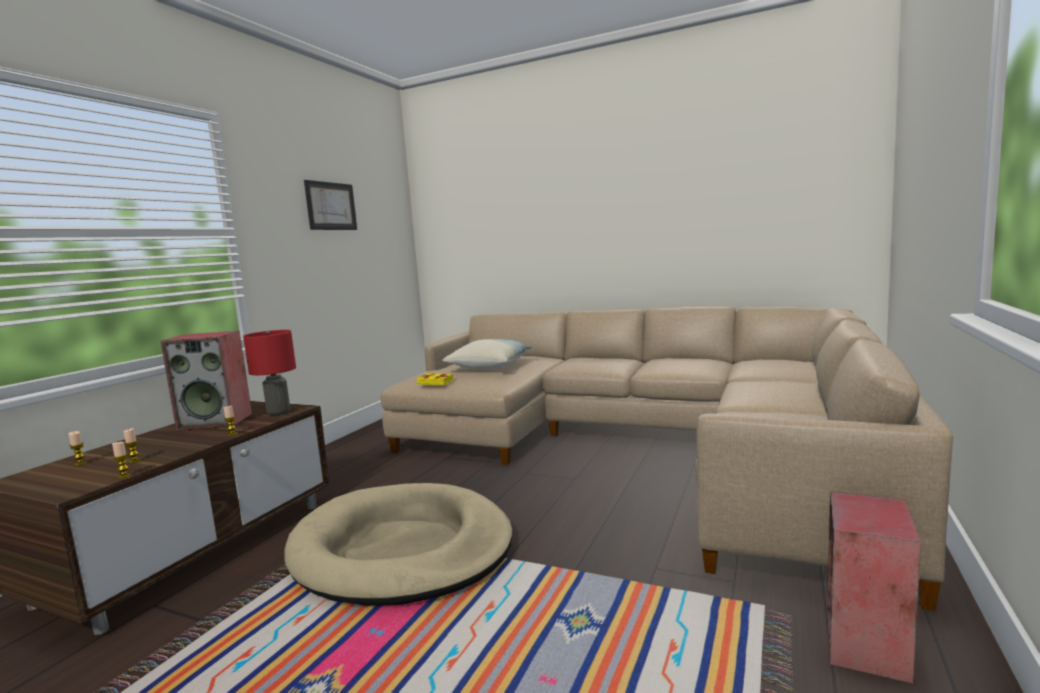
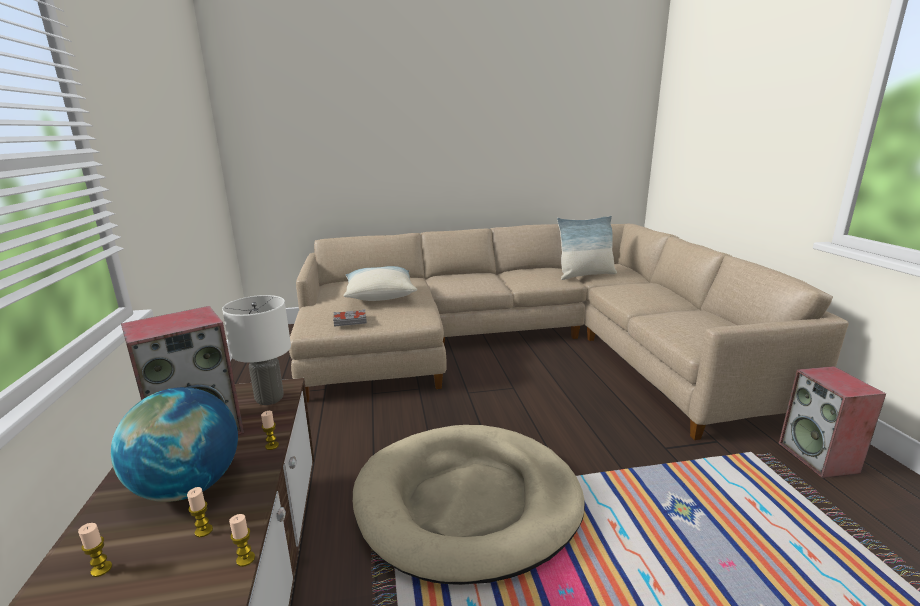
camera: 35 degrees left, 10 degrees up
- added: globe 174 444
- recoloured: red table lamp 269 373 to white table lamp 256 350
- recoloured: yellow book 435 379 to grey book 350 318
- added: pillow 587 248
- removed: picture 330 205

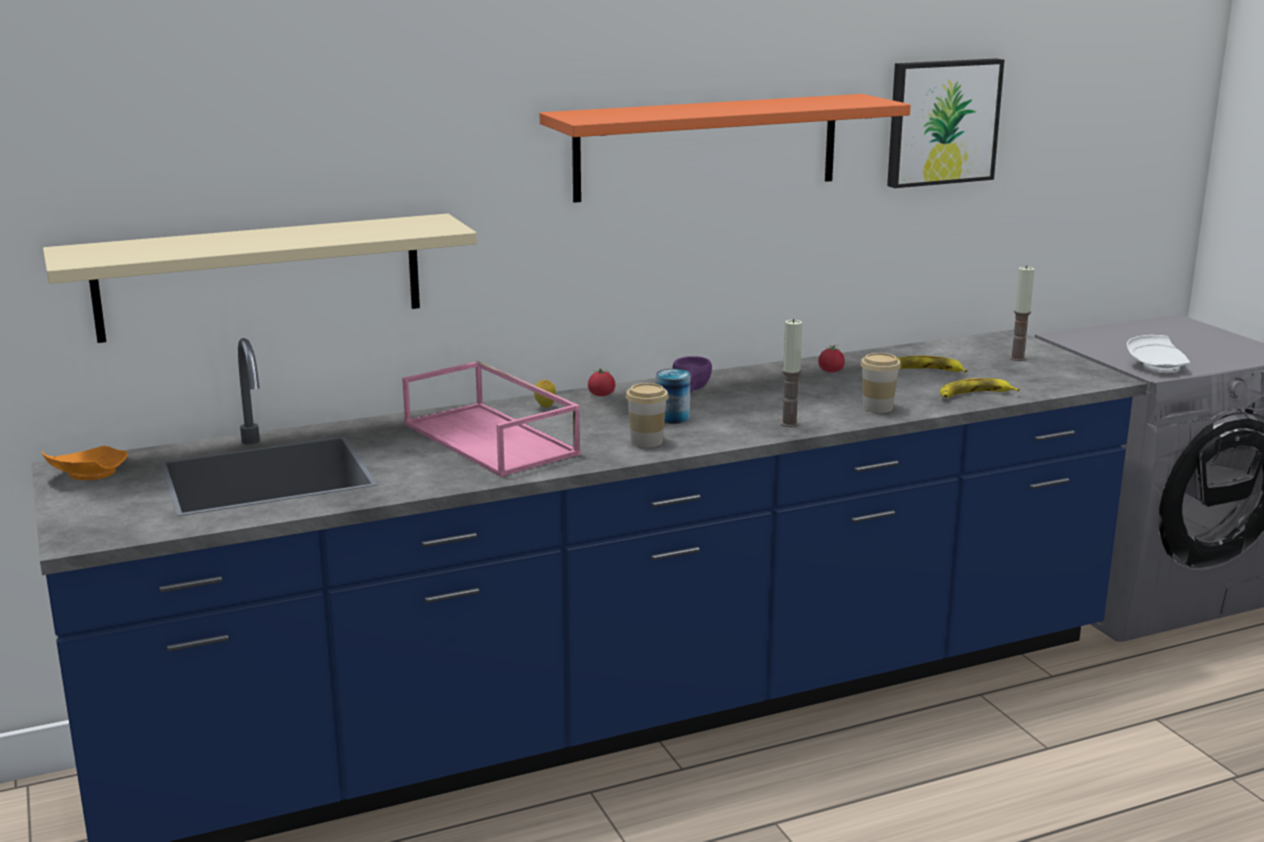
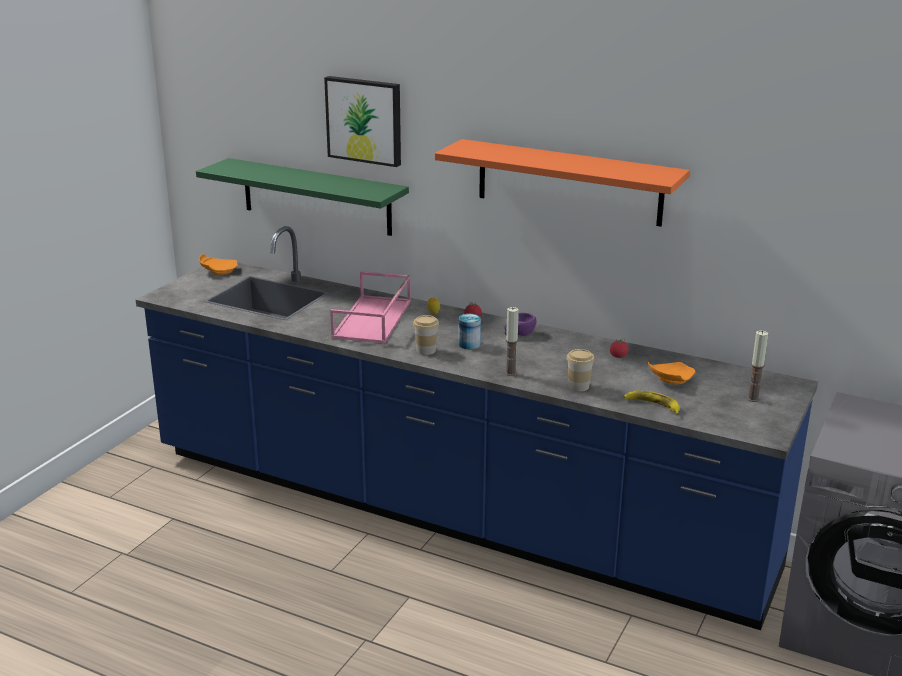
camera: 50 degrees right, 5 degrees up
- recoloured: beige shelf 260 278 to green shelf 302 197
- moved: picture 945 123 to 362 121
- replaced: banana 932 364 to orange plate 671 373
- removed: white plate 1158 354

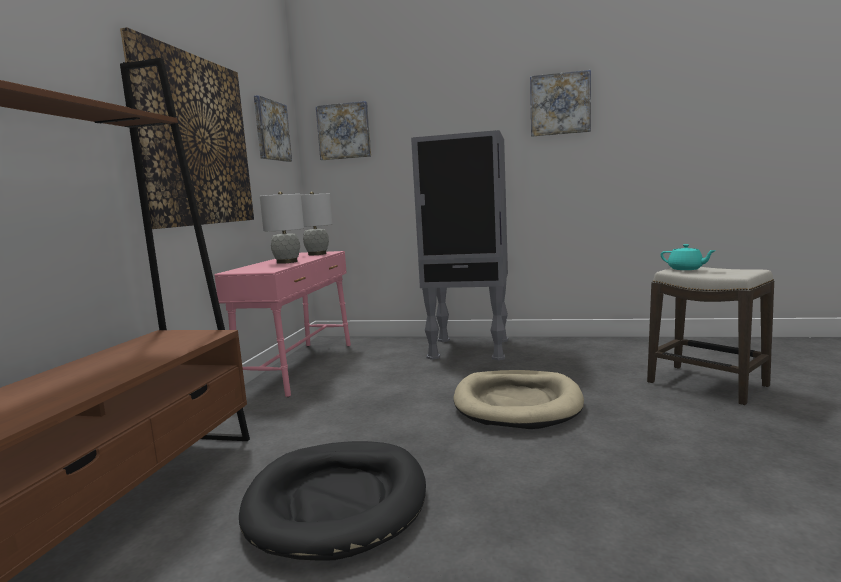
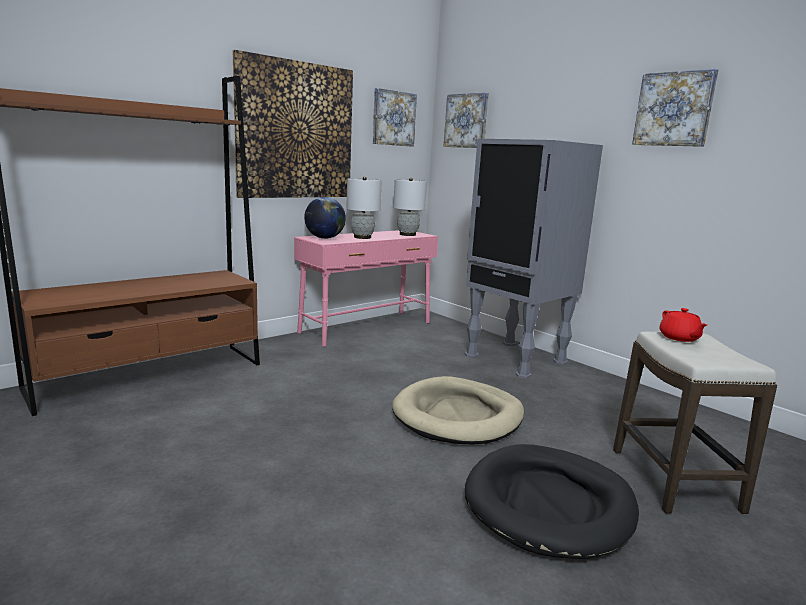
camera: 35 degrees right, 5 degrees up
- added: globe 325 218
- moved: black dog bed 332 501 to 552 501
- recoloured: turquoise teapot 688 257 to red teapot 683 325

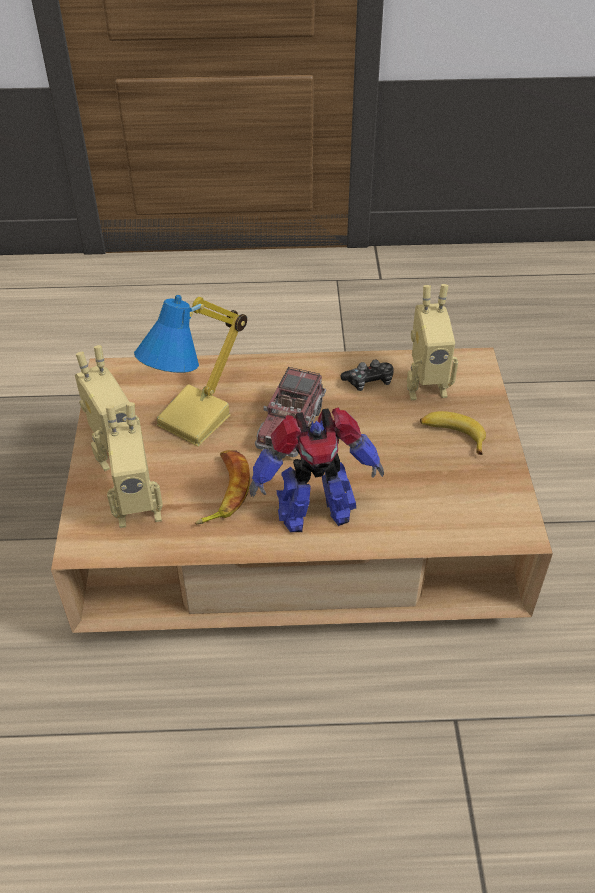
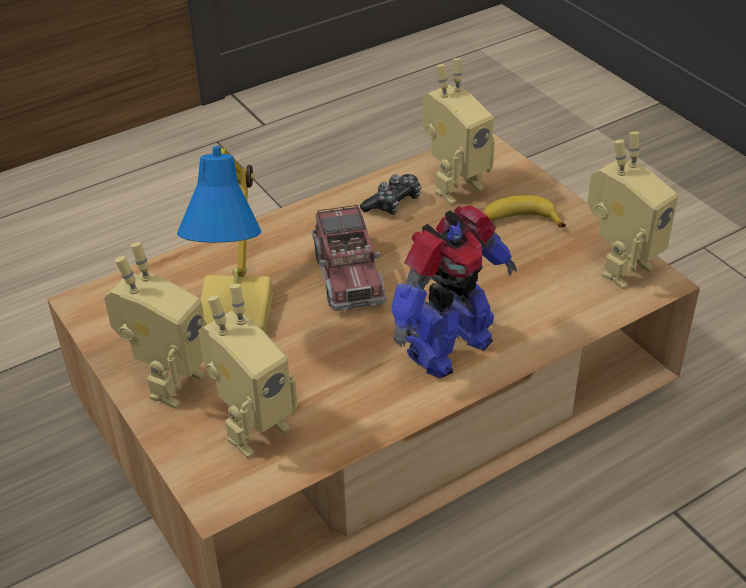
camera: 30 degrees left, 5 degrees down
- added: toy robot 632 210
- removed: banana 222 487

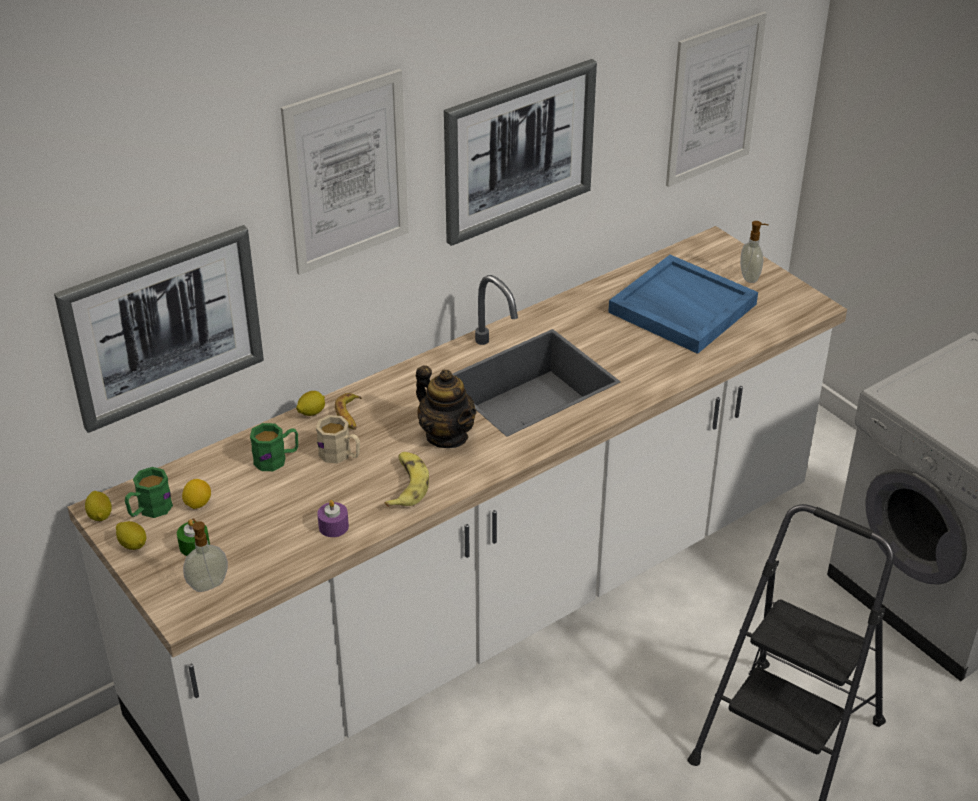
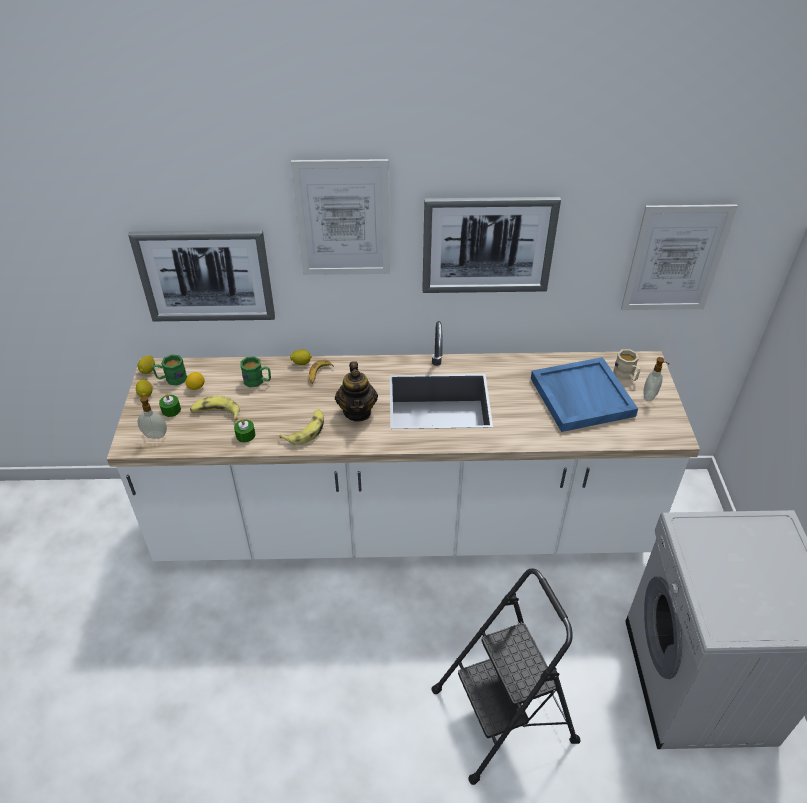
camera: 35 degrees right, 5 degrees up
- added: banana 215 407
- recoloured: purple candle 333 518 to green candle 245 430
- moved: beige mug 338 439 to 626 365

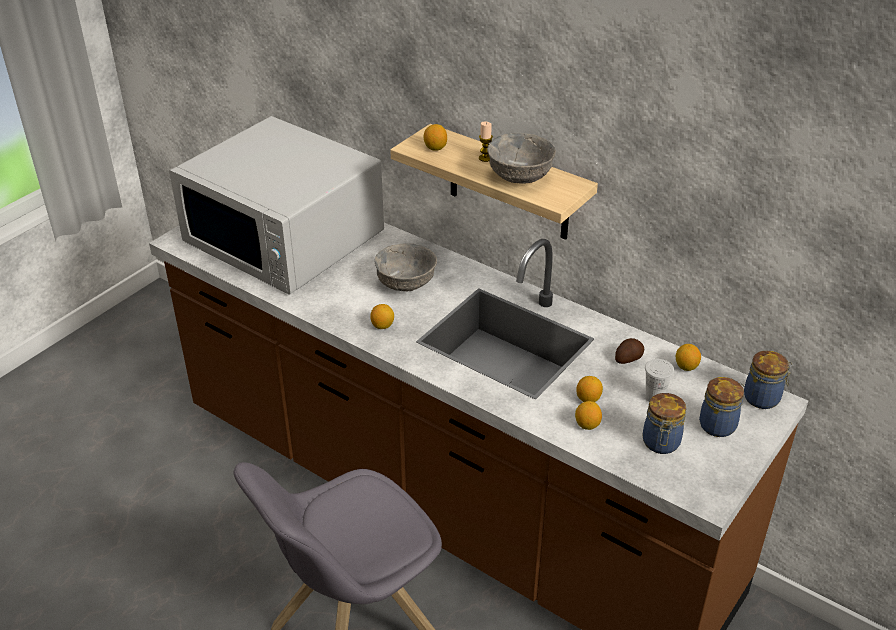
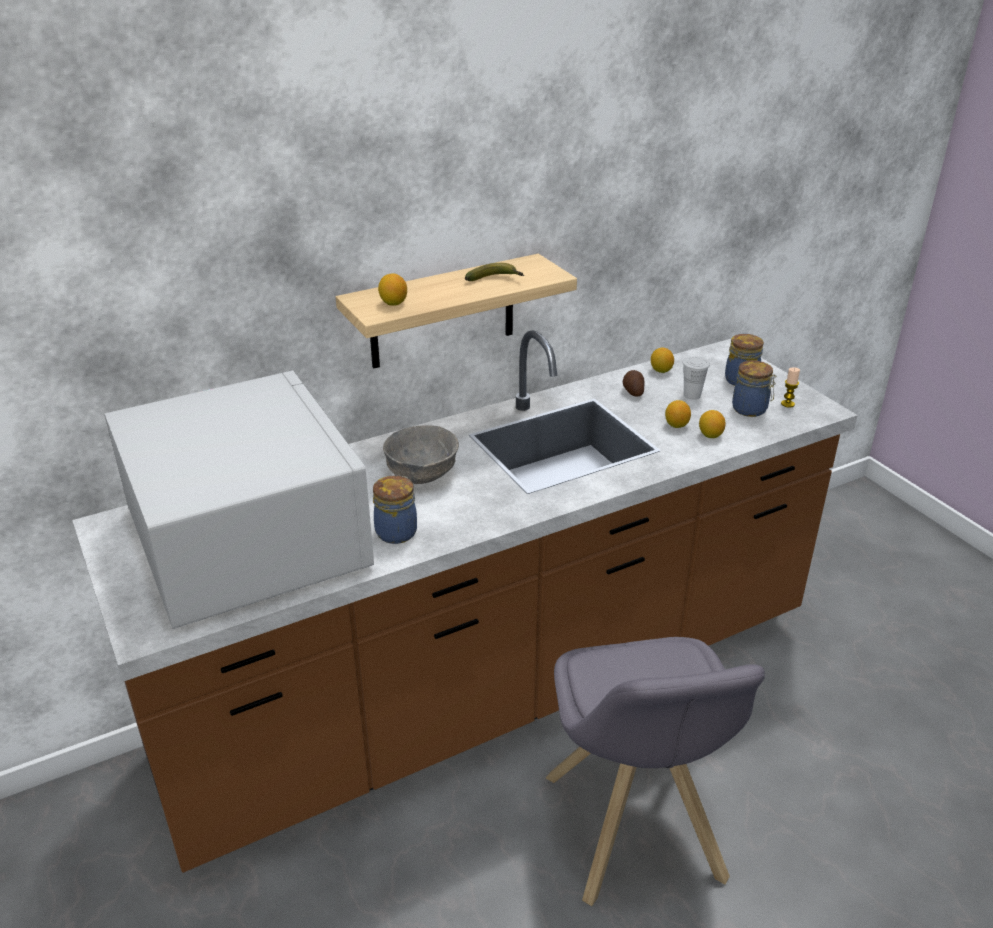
camera: 65 degrees left, 5 degrees down
- turned: white microwave 276 205 = 239 499 90 degrees counterclockwise
- moved: jar 768 380 to 395 510
- replaced: grey bowl 521 158 to banana 494 272
- moved: candle 486 142 to 790 387
- removed: lemon 382 316

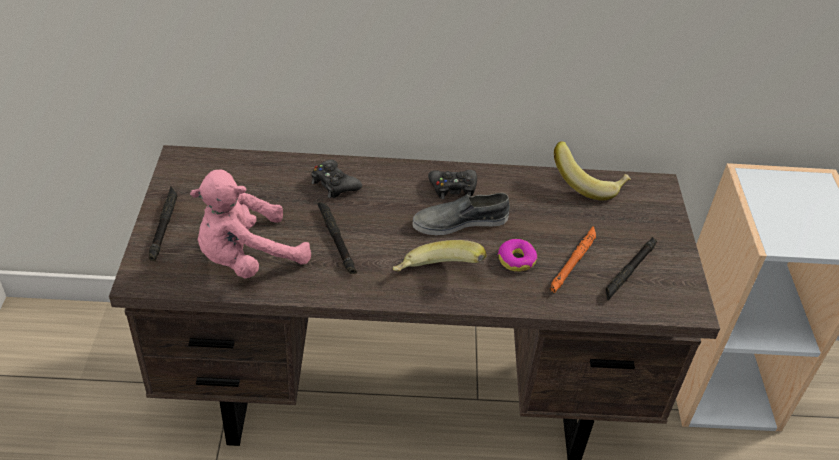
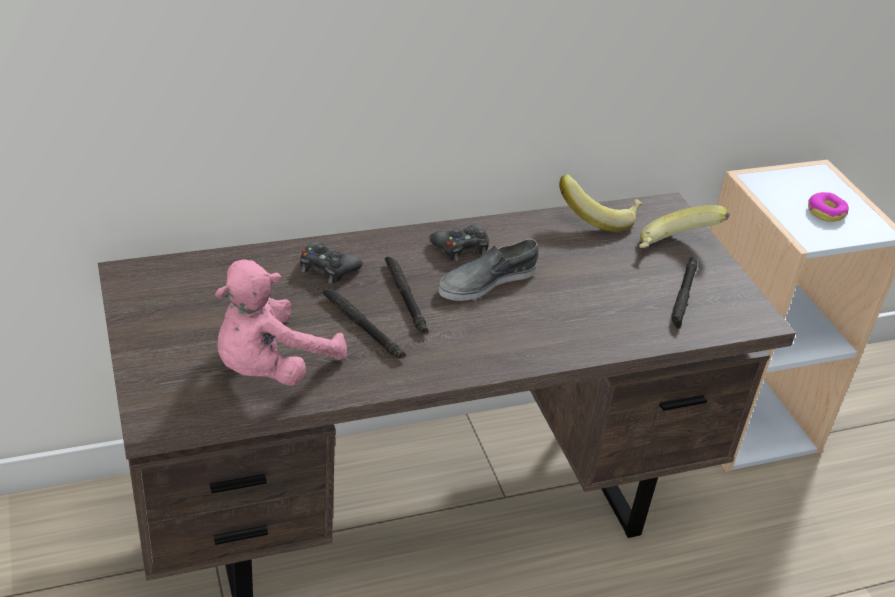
camera: 20 degrees left, 5 degrees down
- moved: black flashlight 163 224 to 407 295
- moved: banana 440 256 to 684 226
- moved: donut 517 255 to 828 207
- removed: orange flashlight 572 260

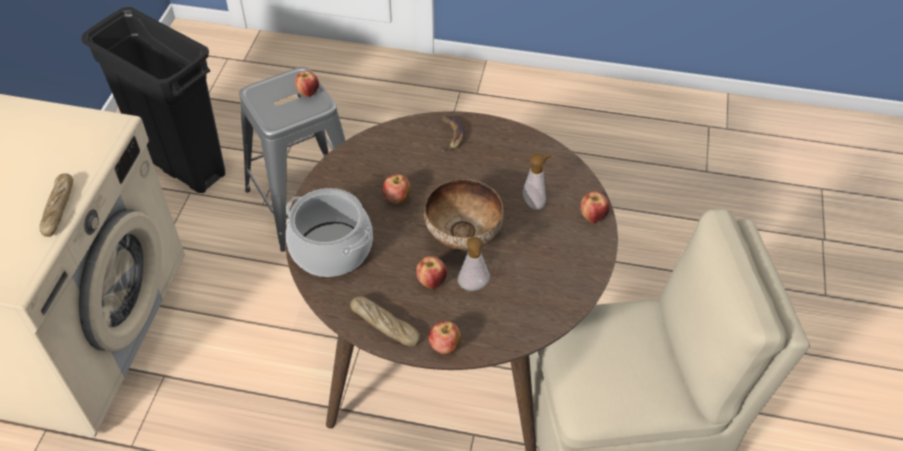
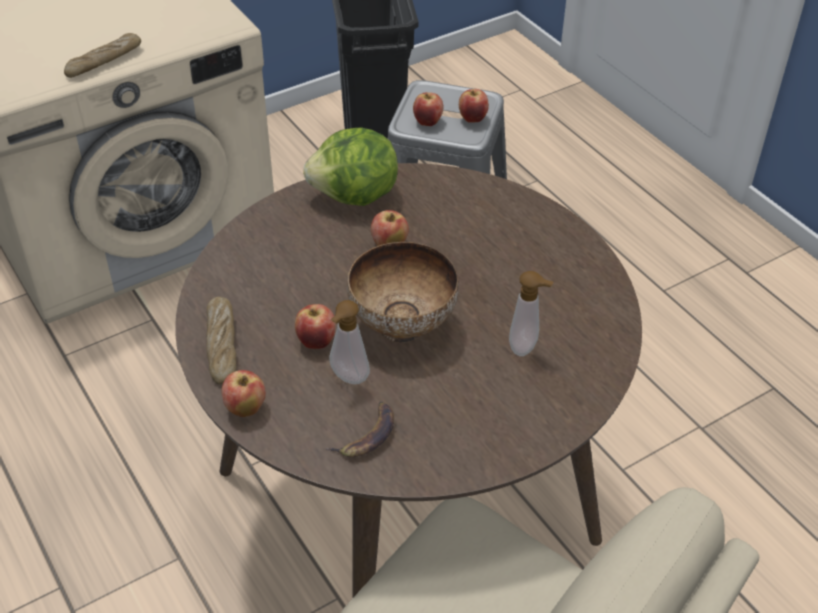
camera: 45 degrees right, 5 degrees down
- added: lettuce 350 166
- moved: banana 452 134 to 359 429
- moved: apple 595 207 to 428 109
- removed: cooking pot 329 232

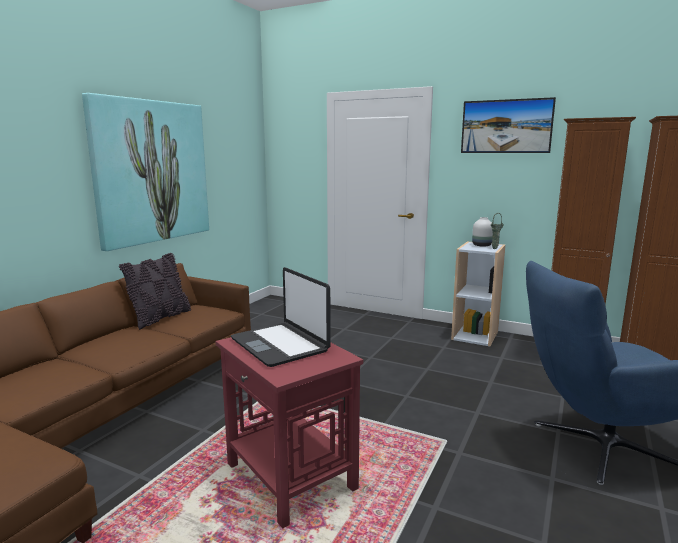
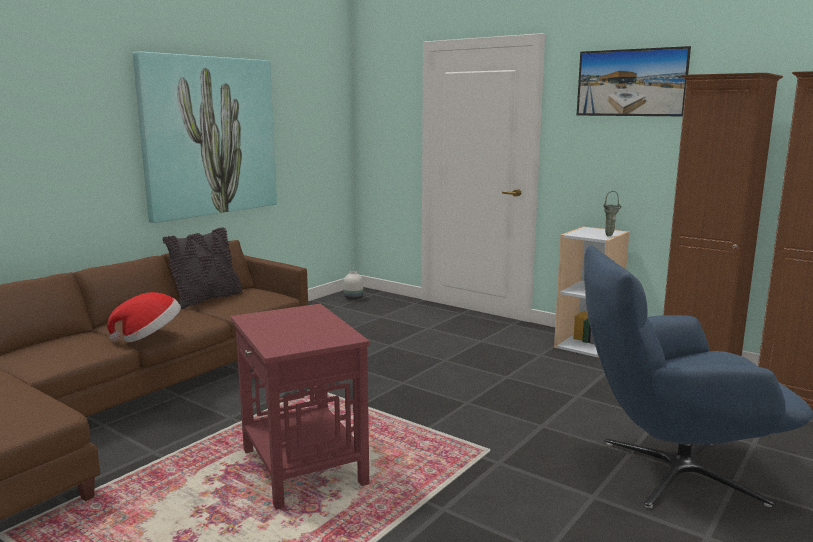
camera: 10 degrees right, 0 degrees up
- added: hat 144 317
- moved: white vase 482 232 to 353 285
- removed: laptop 281 317

